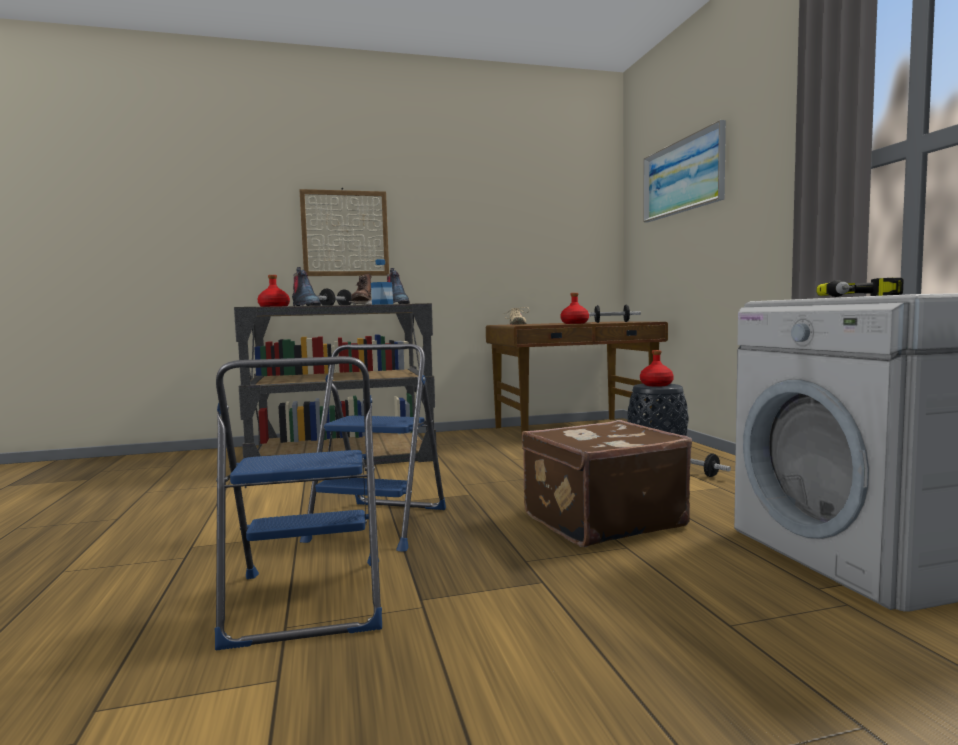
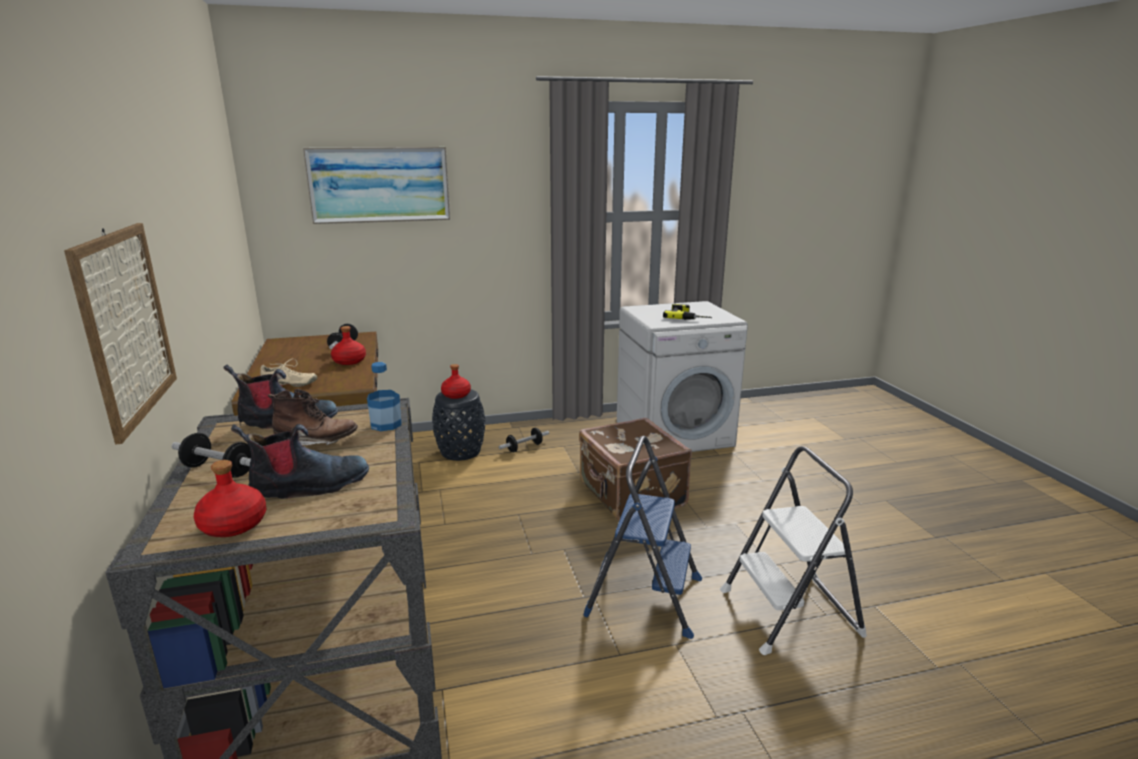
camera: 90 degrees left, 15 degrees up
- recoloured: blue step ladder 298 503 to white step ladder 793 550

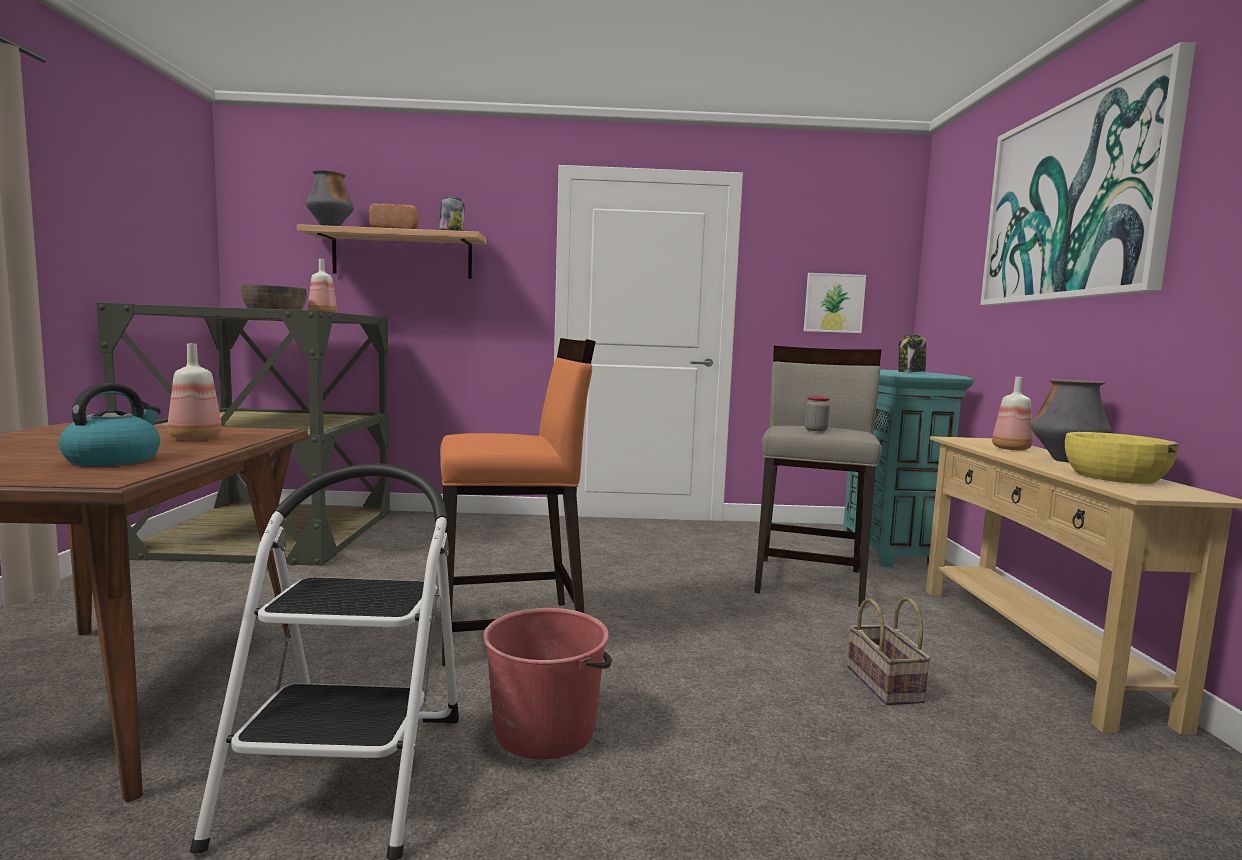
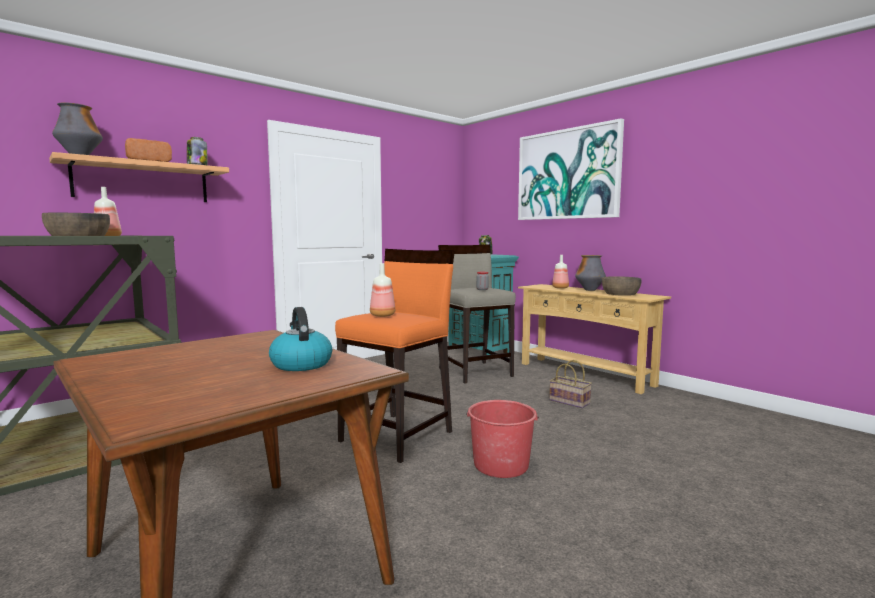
camera: 40 degrees left, 0 degrees up
- moved: bottle 195 392 to 382 290
- recoloured: yellow bowl 1121 458 to brown bowl 621 286
- removed: step ladder 324 661
- removed: picture 835 303

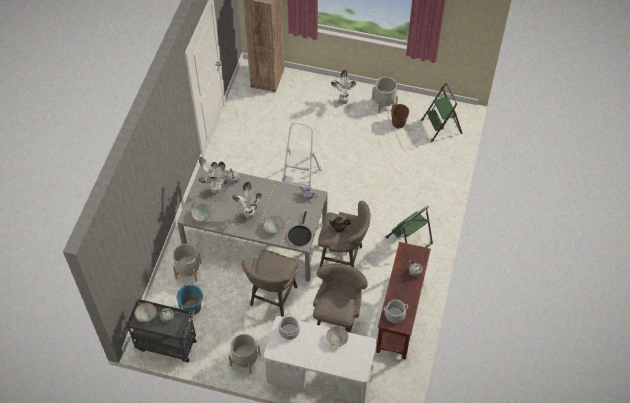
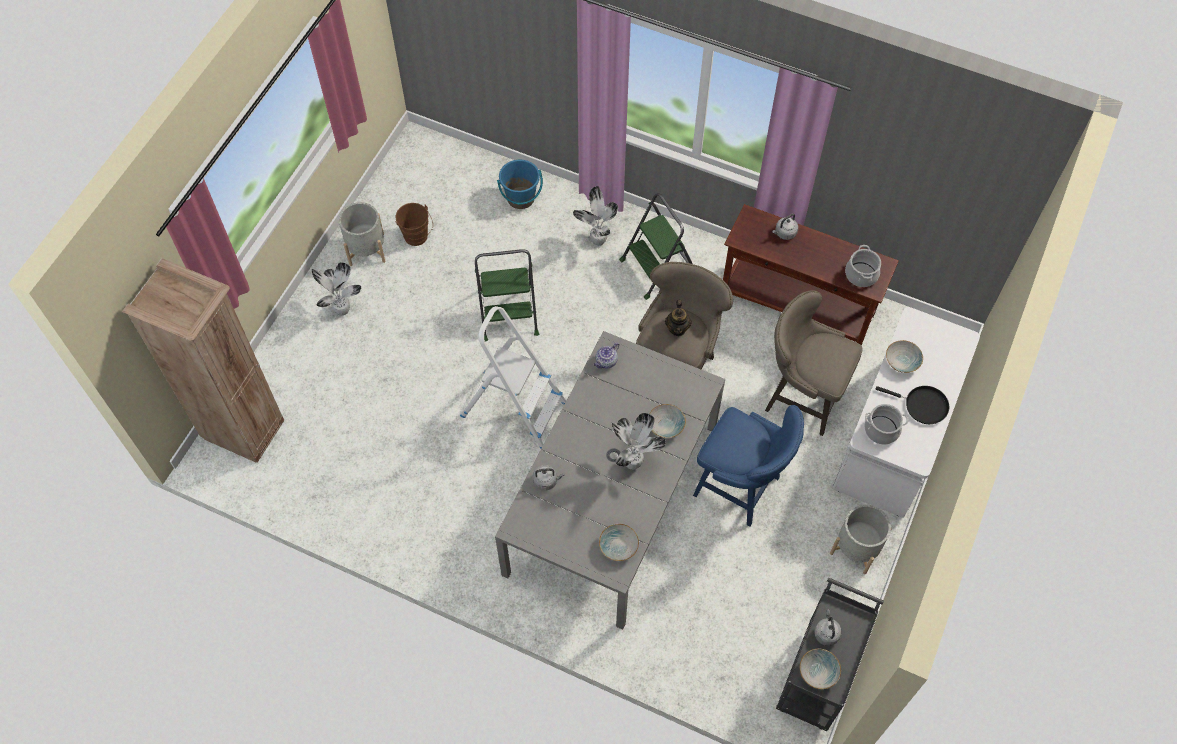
camera: 80 degrees left, 5 degrees up
- moved: green step ladder 441 112 to 507 295
- moved: blue bucket 190 300 to 520 184
- moved: potted plant 212 175 to 596 216
- recoloured: beige stool 269 283 to blue stool 748 466
- moved: black frying pan 300 229 to 912 405
- removed: grey planter 187 263

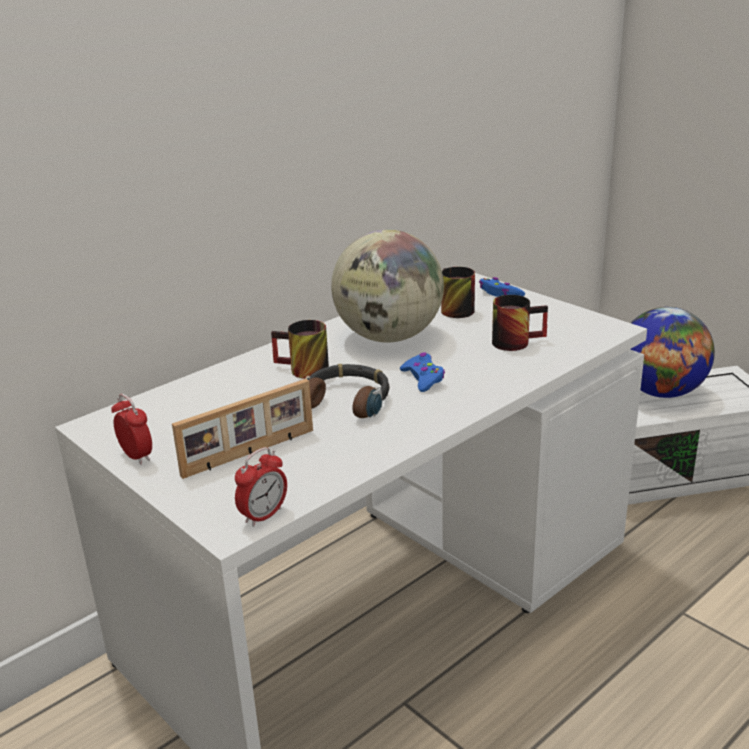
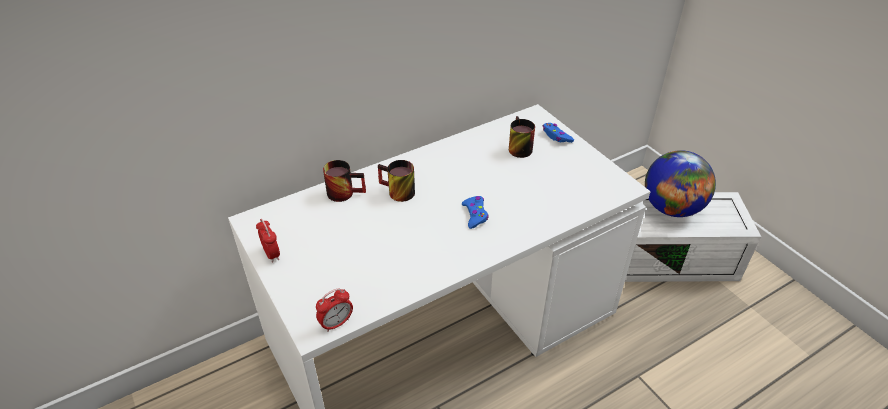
camera: 10 degrees right, 15 degrees up
- moved: mug 520 323 to 344 181
- removed: picture frame 242 429
- removed: headphones 347 391
- removed: globe 387 286

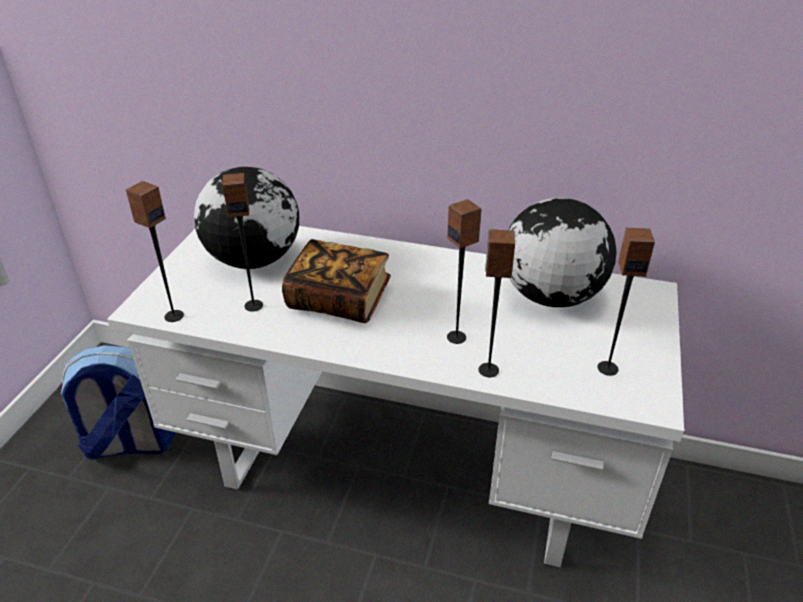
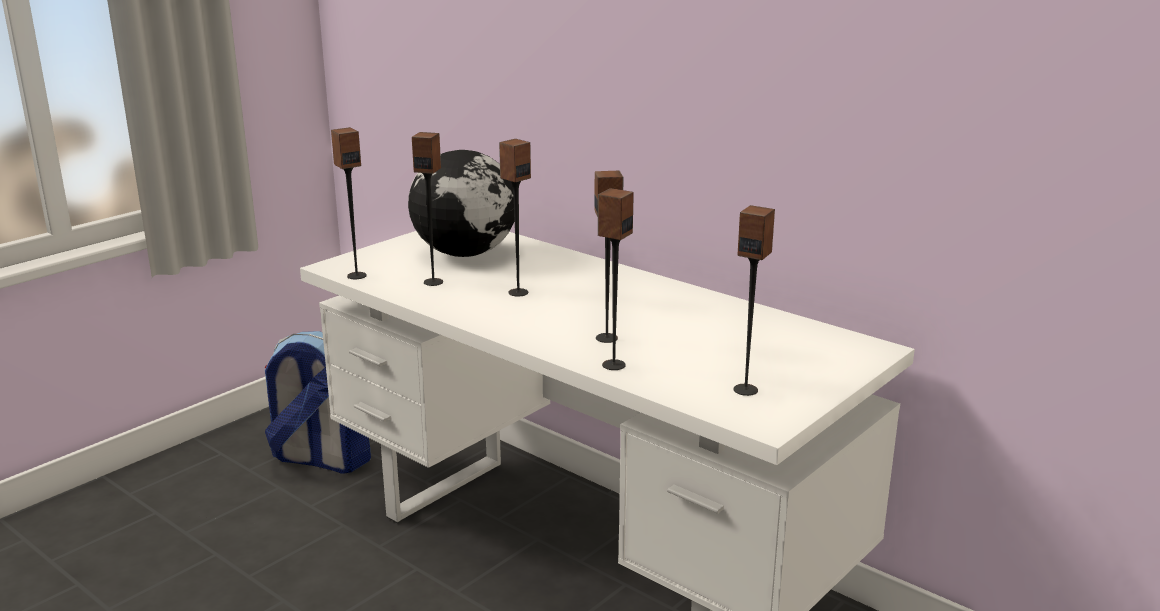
camera: 25 degrees right, 15 degrees down
- replaced: book 336 281 to speaker 515 218
- removed: globe 562 252

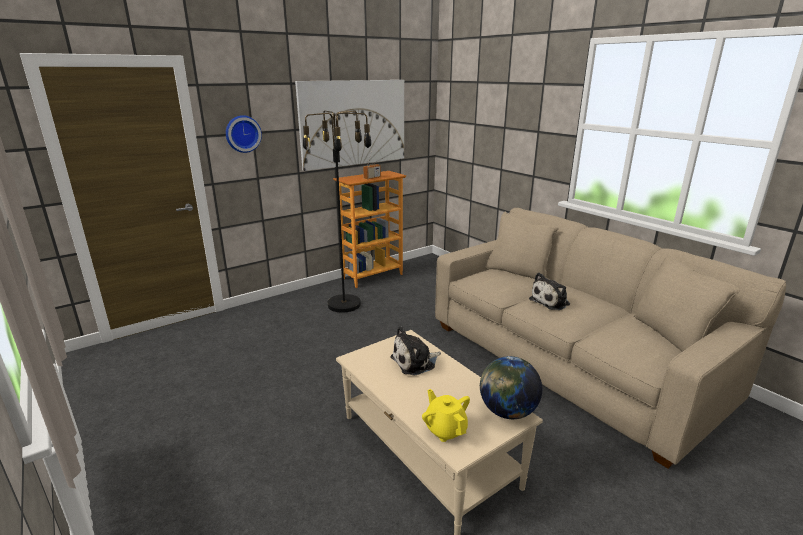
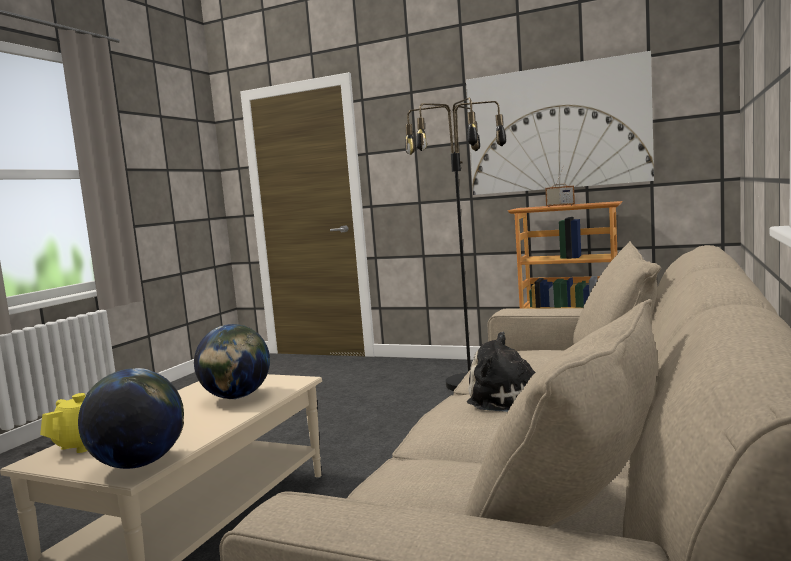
camera: 60 degrees right, 15 degrees down
- replaced: plush toy 416 350 to globe 232 361
- removed: wall clock 244 134

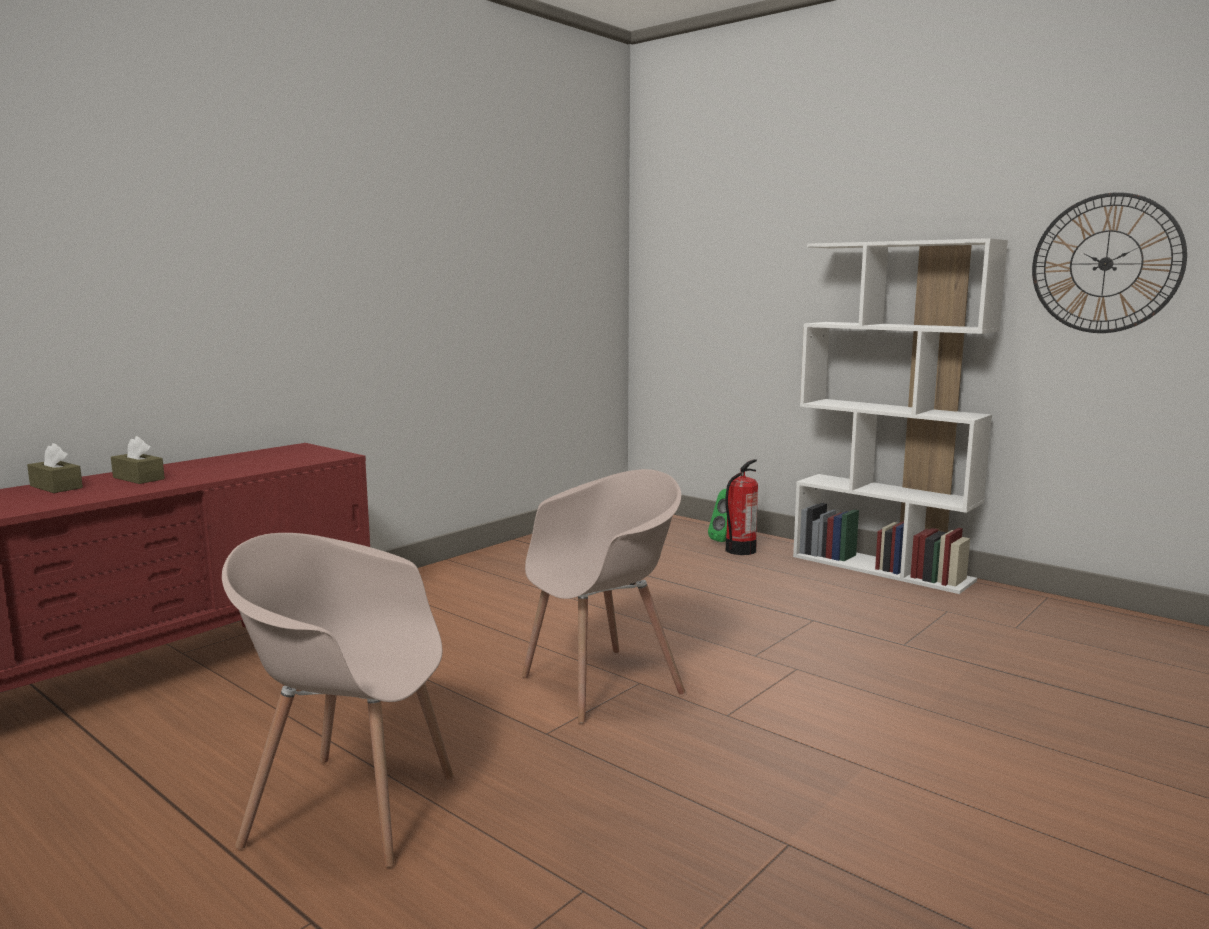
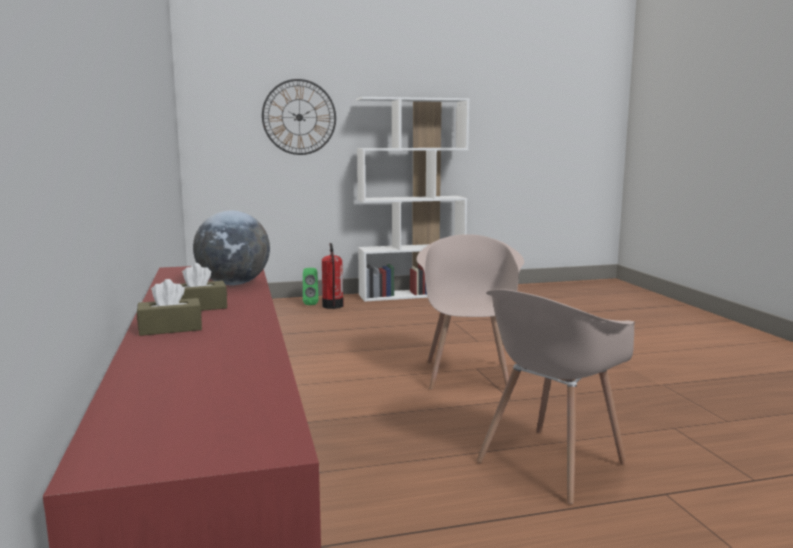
camera: 55 degrees left, 0 degrees up
- added: globe 231 247
- moved: wall clock 1109 262 to 299 117

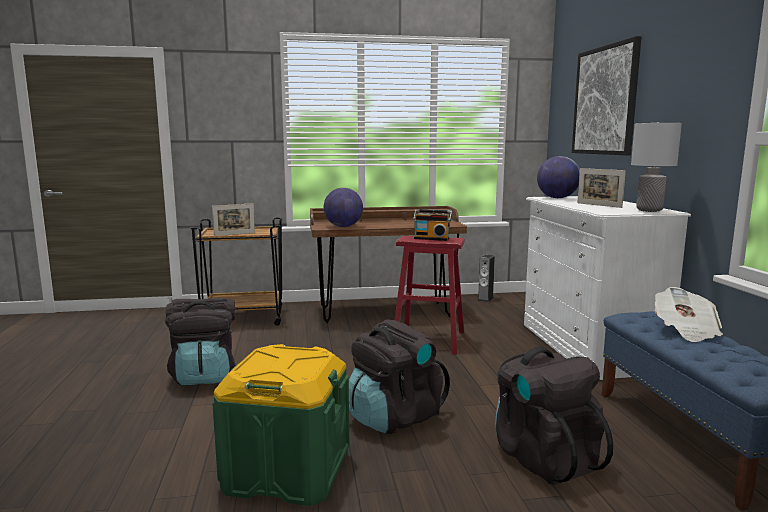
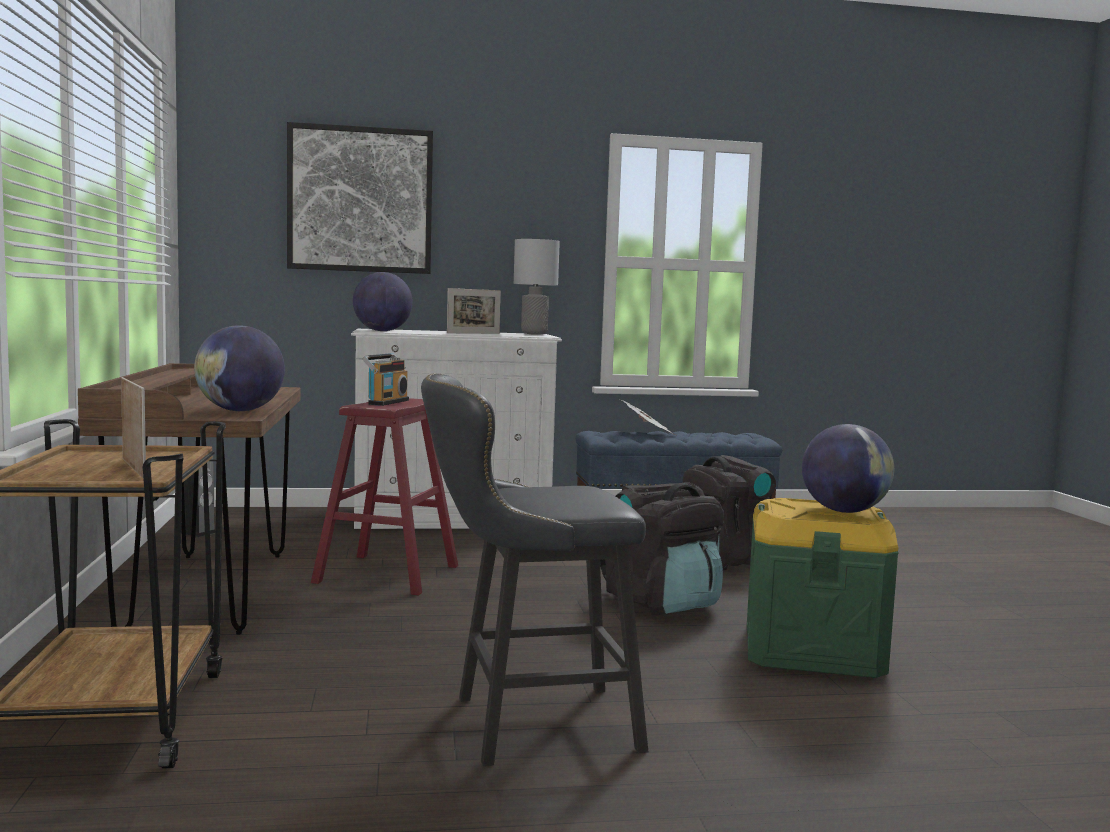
camera: 90 degrees left, 5 degrees down
- replaced: black backpack 200 341 to grey stool 534 569
- added: globe 848 468

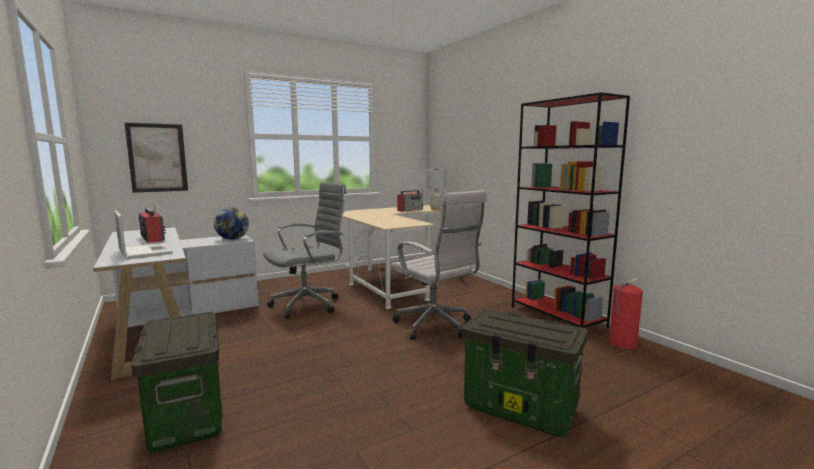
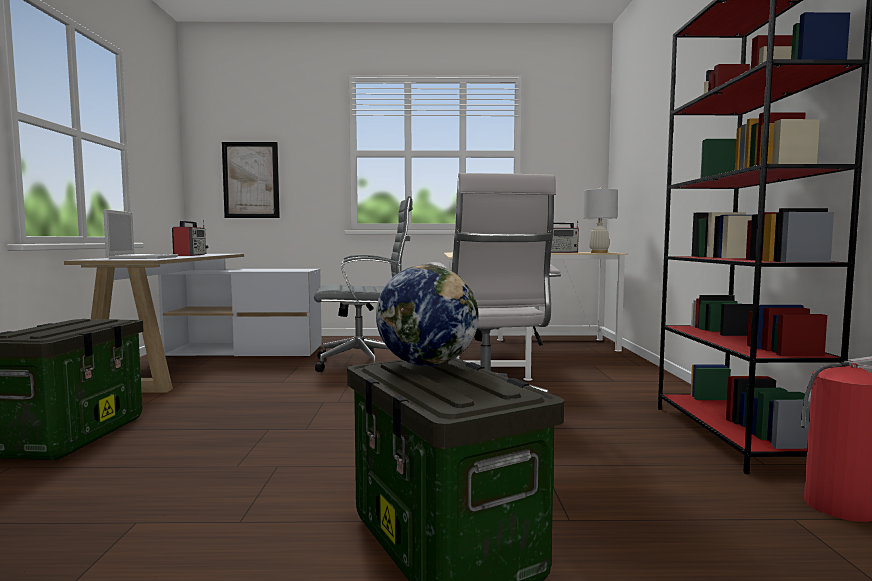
camera: 30 degrees right, 5 degrees down
- moved: globe 231 223 to 427 315

